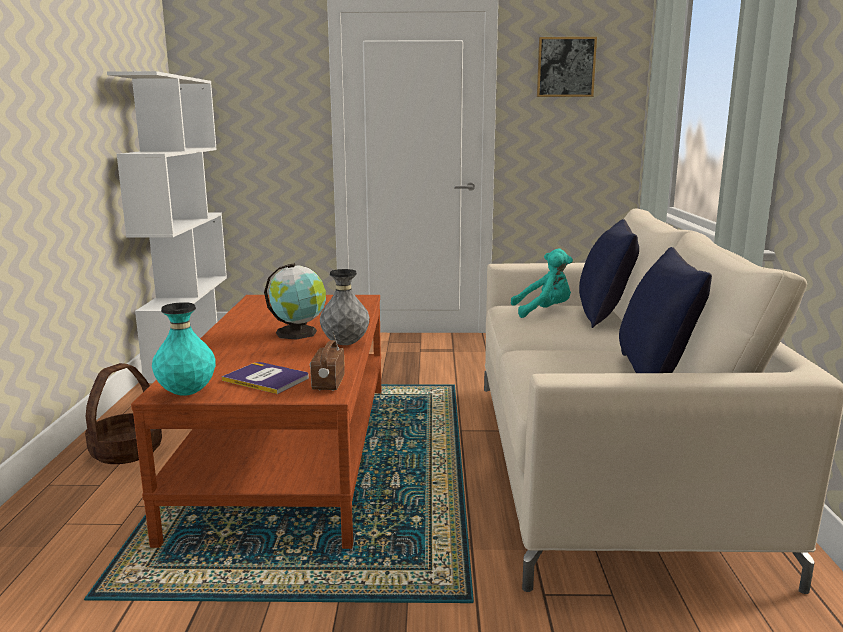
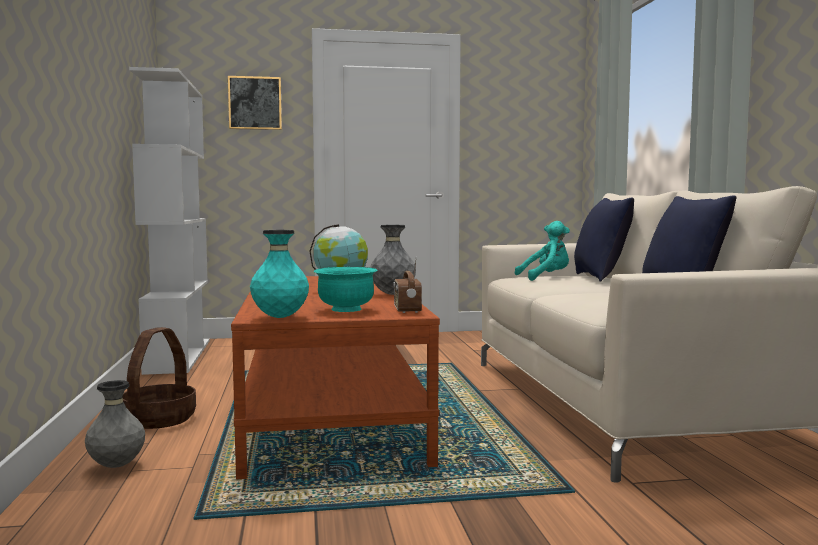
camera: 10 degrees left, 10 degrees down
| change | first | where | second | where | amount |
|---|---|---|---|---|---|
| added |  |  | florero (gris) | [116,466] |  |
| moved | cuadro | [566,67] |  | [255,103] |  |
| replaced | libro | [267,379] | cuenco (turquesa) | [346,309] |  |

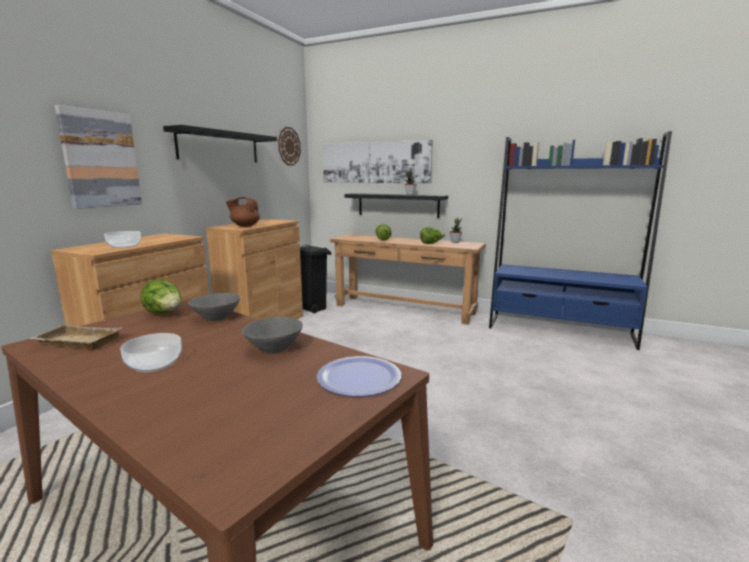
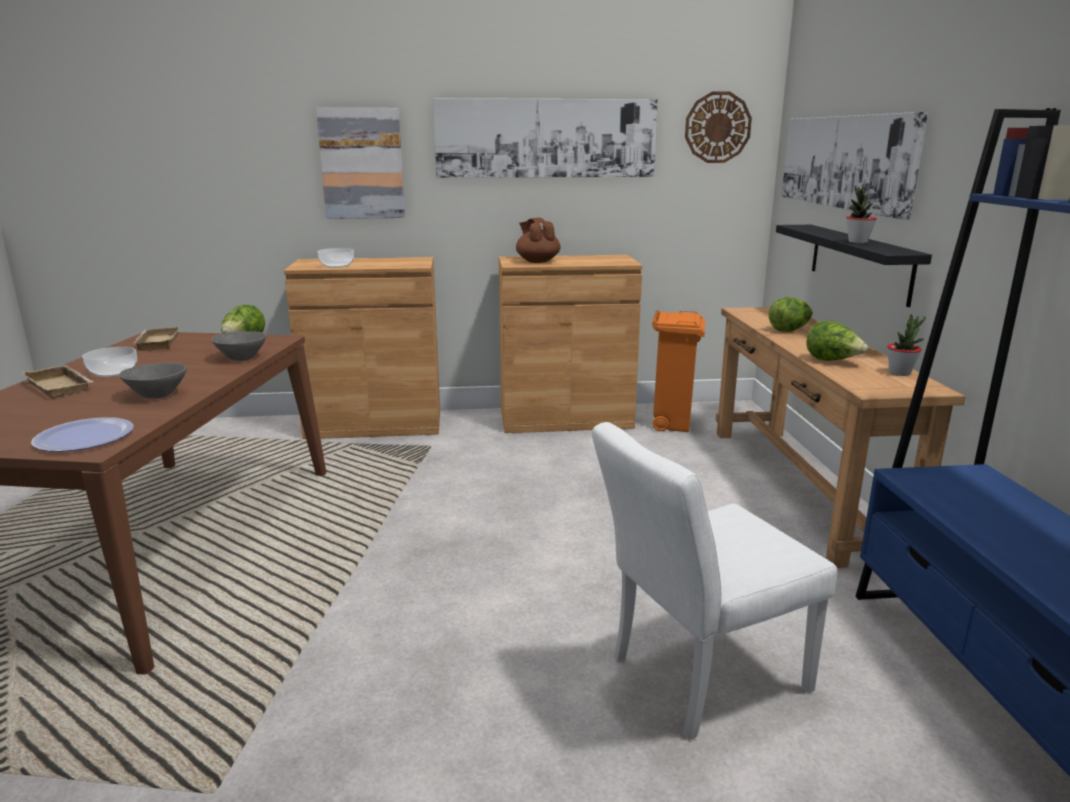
camera: 60 degrees right, 5 degrees up
| change | first | where | second | where | amount |
|---|---|---|---|---|---|
| added |  |  | bandeja (beis) | [62,386] |  |
| replaced | estante (negro) | [219,146] | cuadro | [546,138] |  |
| added |  |  | silla (blanco) | [696,678] |  |
| recoloured | papelera (negro) | [312,309] | papelera (naranja) | [672,424] |  |

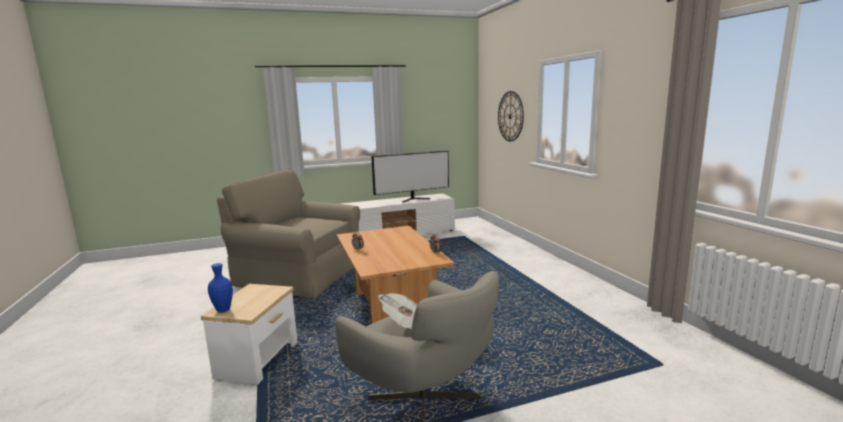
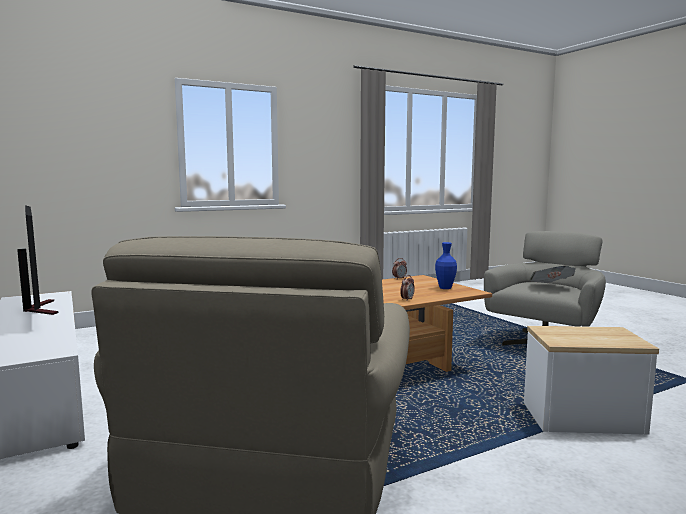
camera: 100 degrees left, 5 degrees down
| change | first | where | second | where | amount |
|---|---|---|---|---|---|
| moved | florero (azul) | [223,310] |  | [445,288] |  |
| removed | reloj de pared | [510,116] |  |  |  |

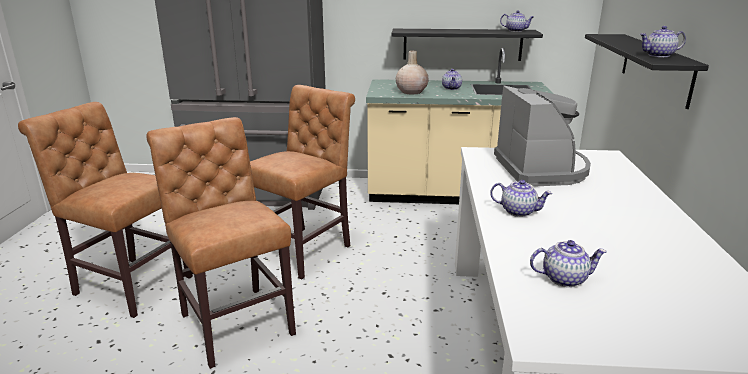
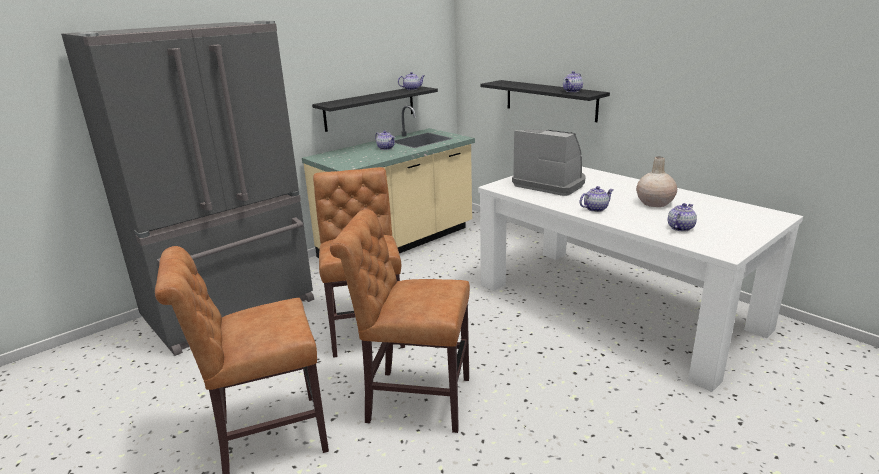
camera: 45 degrees left, 0 degrees up
| change | first | where | second | where | amount |
|---|---|---|---|---|---|
| moved | florero (beis) | [411,92] |  | [654,203] |  |

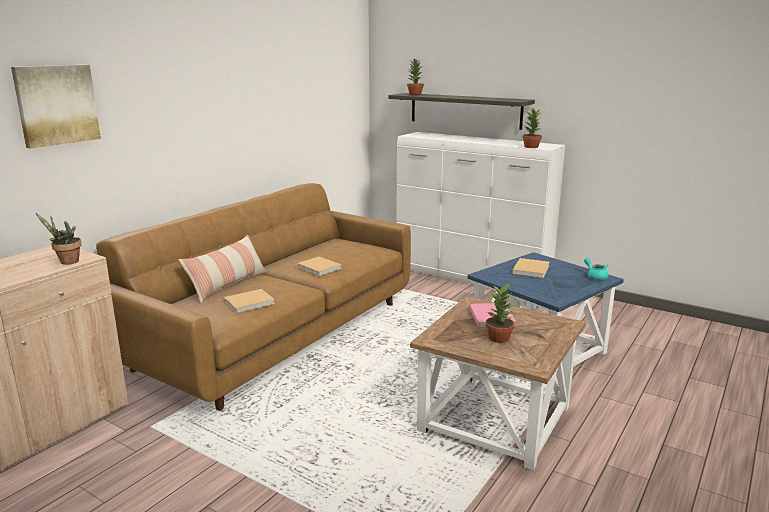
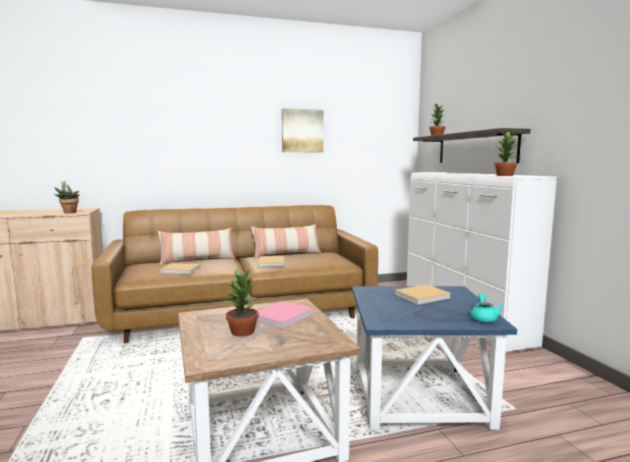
camera: 40 degrees right, 10 degrees down
| change | first | where | second | where | amount |
|---|---|---|---|---|---|
| added |  |  | cojín | [286,254] |  |
| moved | cuadro | [56,105] |  | [302,131] |  |

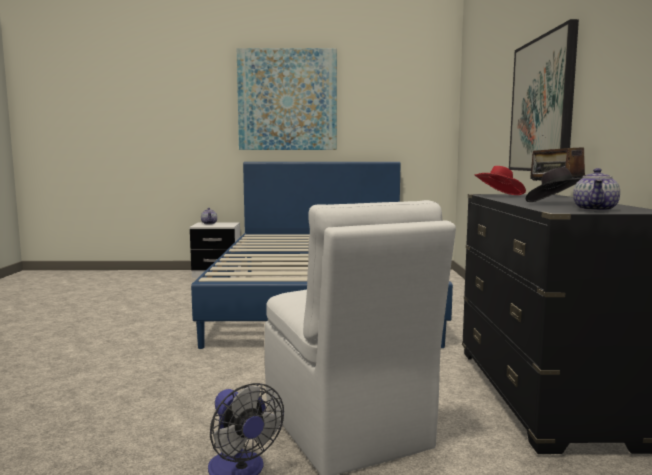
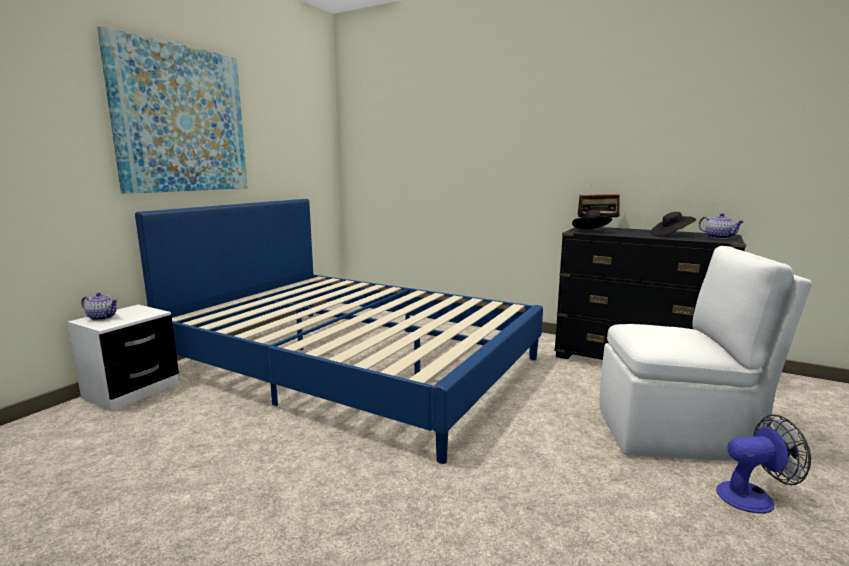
camera: 60 degrees left, 5 degrees up
| change | first | where | second | where | amount |
|---|---|---|---|---|---|
| recoloured | sombrero (rojo) | [499,195] | sombrero (negro) | [591,232] |  |
| removed | cuadro | [542,105] |  |  |  |

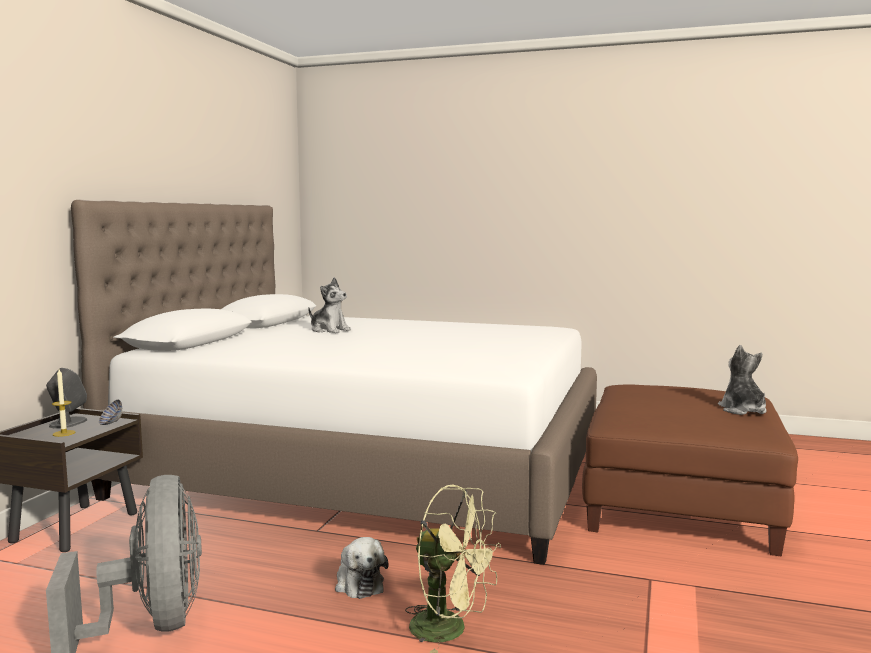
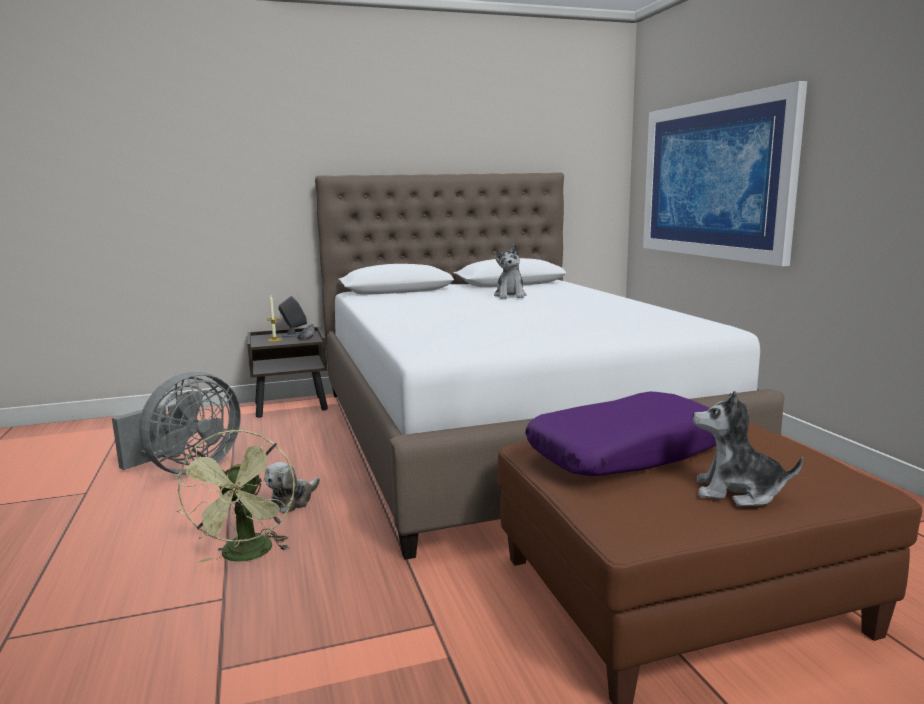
camera: 55 degrees right, 5 degrees up
| change | first | where | second | where | amount |
|---|---|---|---|---|---|
| added |  |  | cojín (morado) | [625,452] |  |
| added |  |  | cuadro | [714,179] |  |
| turned | peluche | [742,410] |  | [737,492] | 120 degrees counterclockwise |

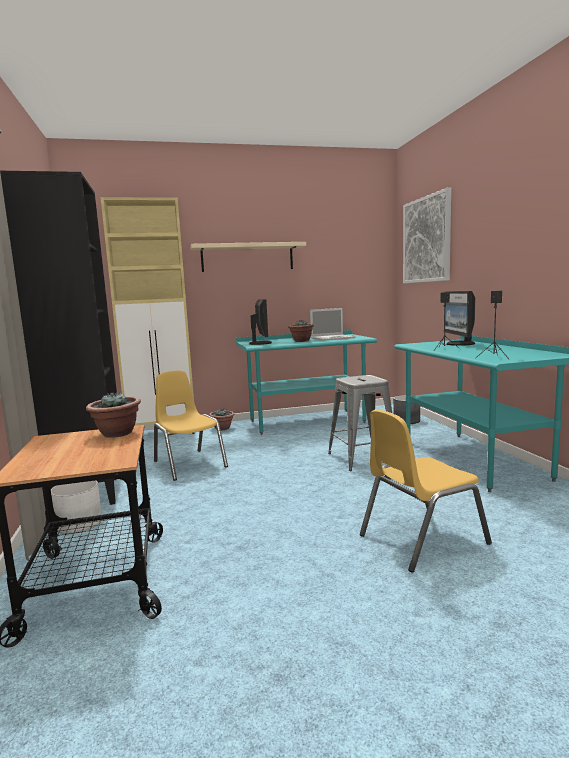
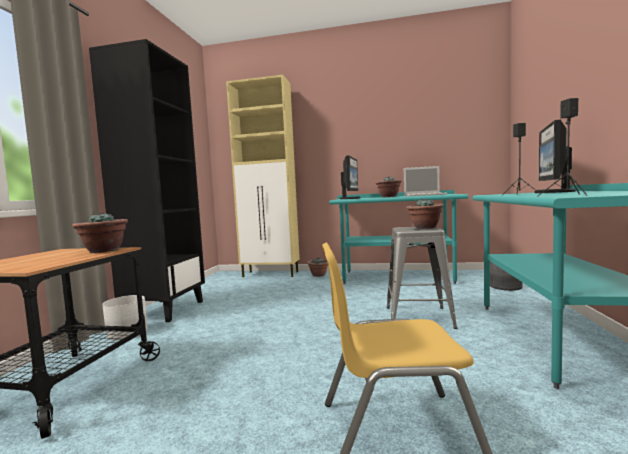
camera: 25 degrees right, 5 degrees down
| change | first | where | second | where | amount |
|---|---|---|---|---|---|
| added |  |  | planta en maceta | [425,227] |  |
| removed | silla (amarillo) | [189,464] |  |  |  |
| removed | estante (beis) | [247,257] |  |  |  |
| removed | cuadro | [426,240] |  |  |  |

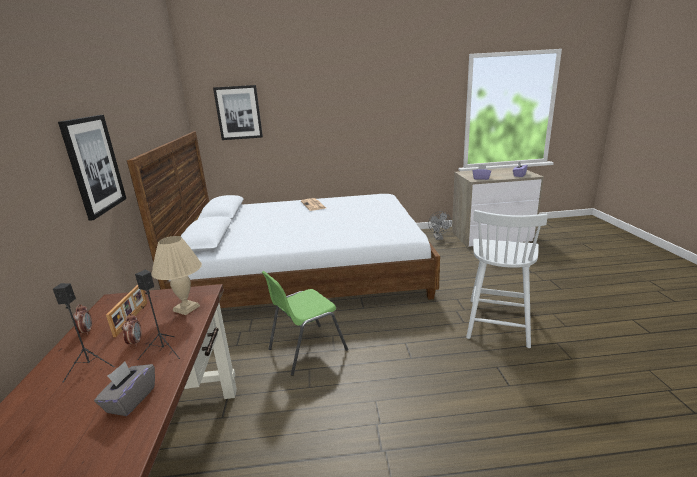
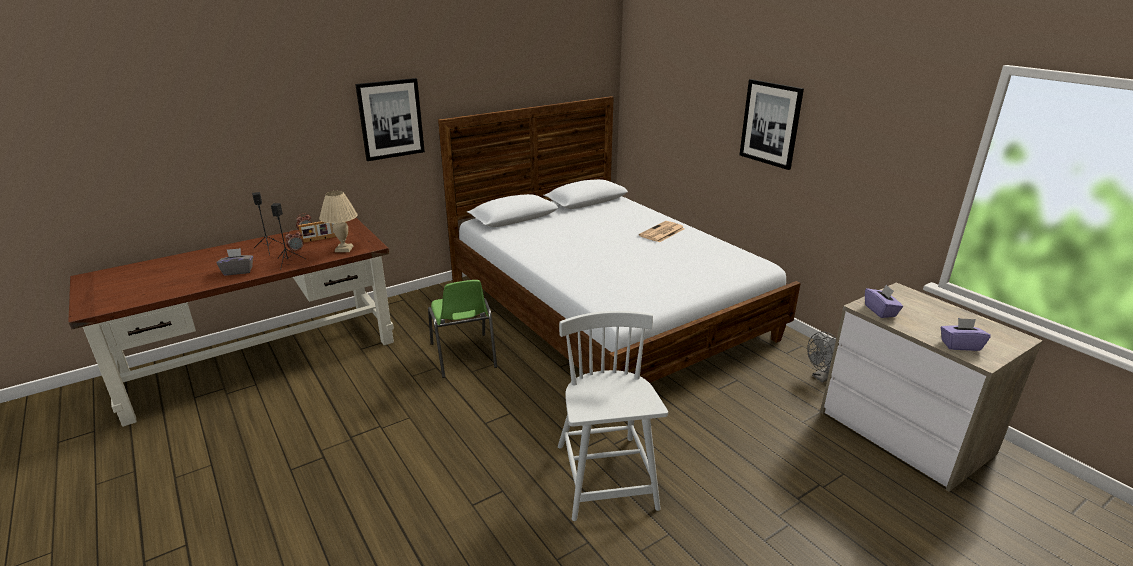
camera: 60 degrees right, 5 degrees up
| change | first | where | second | where | amount |
|---|---|---|---|---|---|
| turned | silla (verde) | [306,349] |  | [463,356] | 135 degrees counterclockwise |
| turned | silla (blanco) | [498,321] |  | [606,478] | 90 degrees clockwise |
| moved | cuadro | [238,113] |  | [770,123] |  |

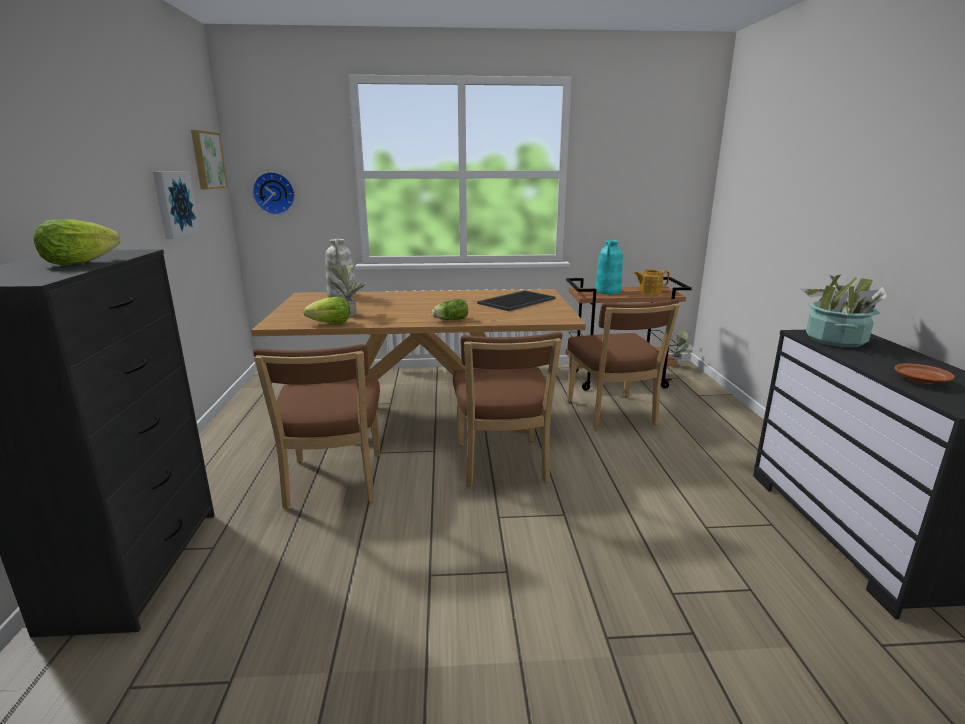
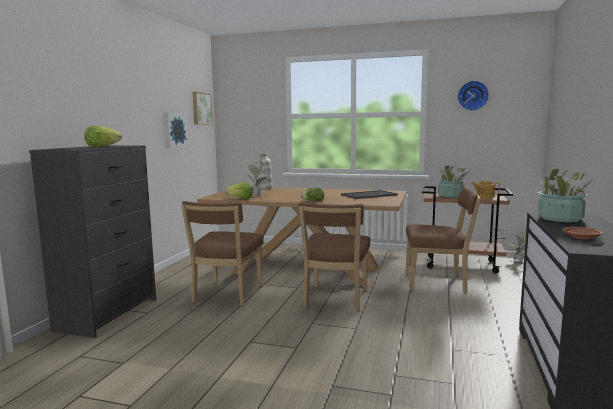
camera: 20 degrees right, 10 degrees down
| change | first | where | second | where | amount |
|---|---|---|---|---|---|
| turned | silla (marrón) | [612,414] |  | [438,283] | 90 degrees counterclockwise |
| replaced | florero (turquesa) | [608,291] | planta en maceta | [450,196] |  |
| moved | reloj de pared | [274,193] |  | [472,96] |  |

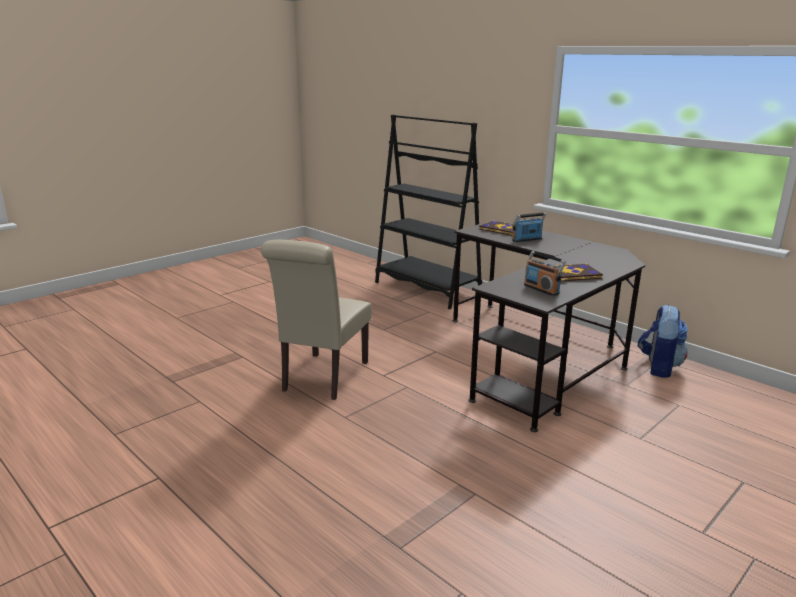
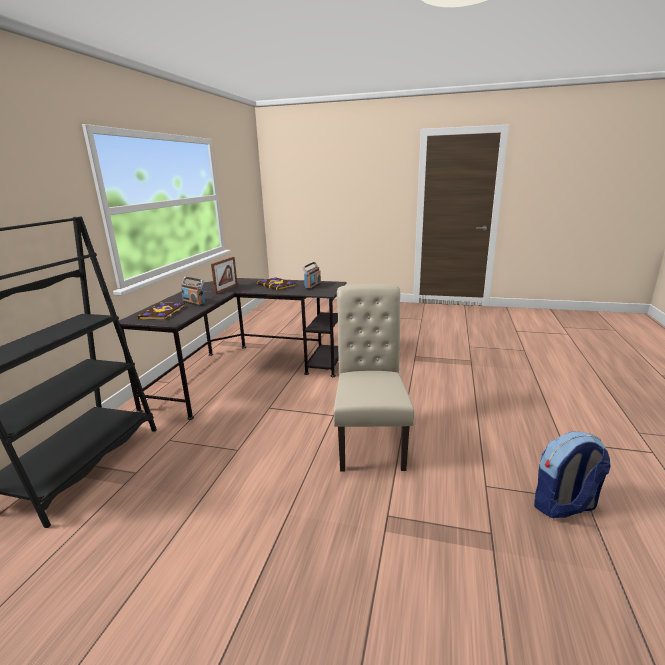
camera: 120 degrees left, 0 degrees up
| change | first | where | second | where | amount |
|---|---|---|---|---|---|
| added |  |  | portarretratos | [226,289] |  |
| turned | silla (beis) | [322,378] |  | [370,439] | 75 degrees counterclockwise |
| moved | mochila | [658,367] |  | [564,506] |  |

